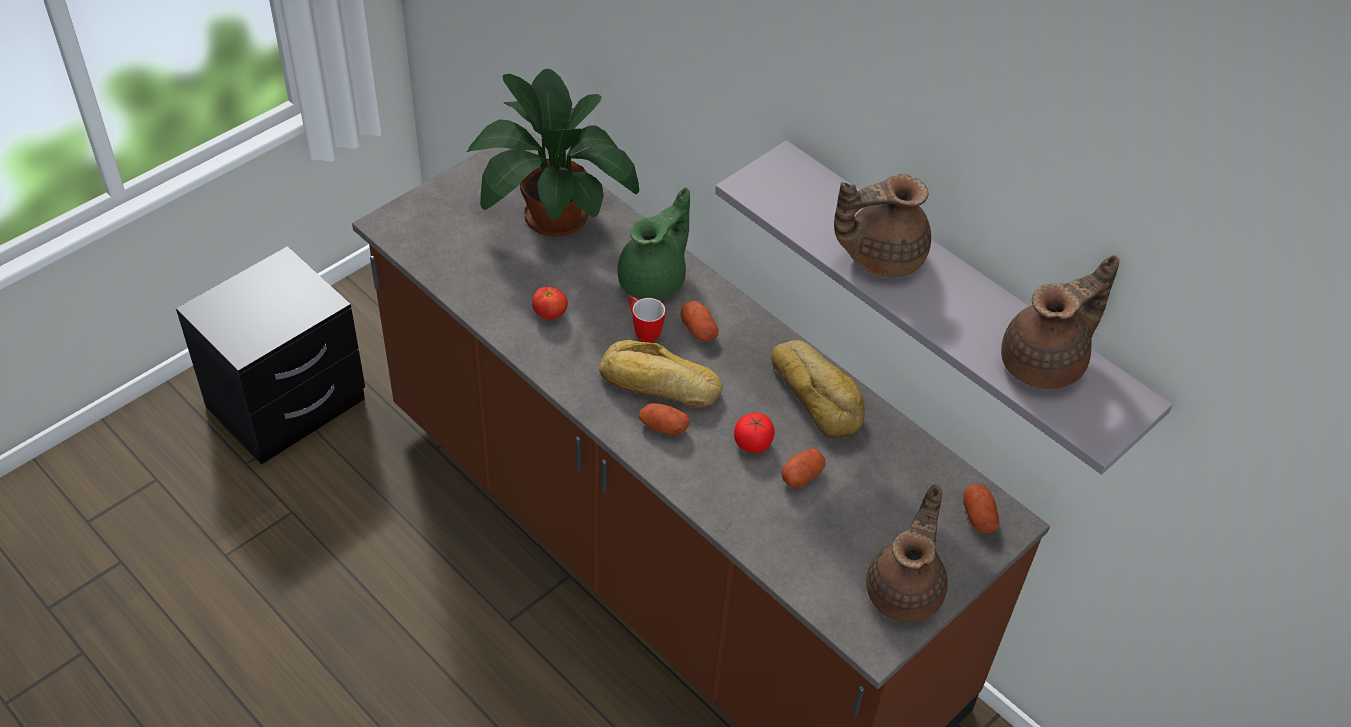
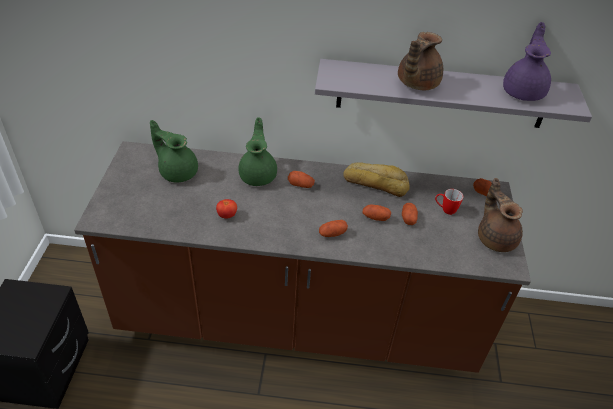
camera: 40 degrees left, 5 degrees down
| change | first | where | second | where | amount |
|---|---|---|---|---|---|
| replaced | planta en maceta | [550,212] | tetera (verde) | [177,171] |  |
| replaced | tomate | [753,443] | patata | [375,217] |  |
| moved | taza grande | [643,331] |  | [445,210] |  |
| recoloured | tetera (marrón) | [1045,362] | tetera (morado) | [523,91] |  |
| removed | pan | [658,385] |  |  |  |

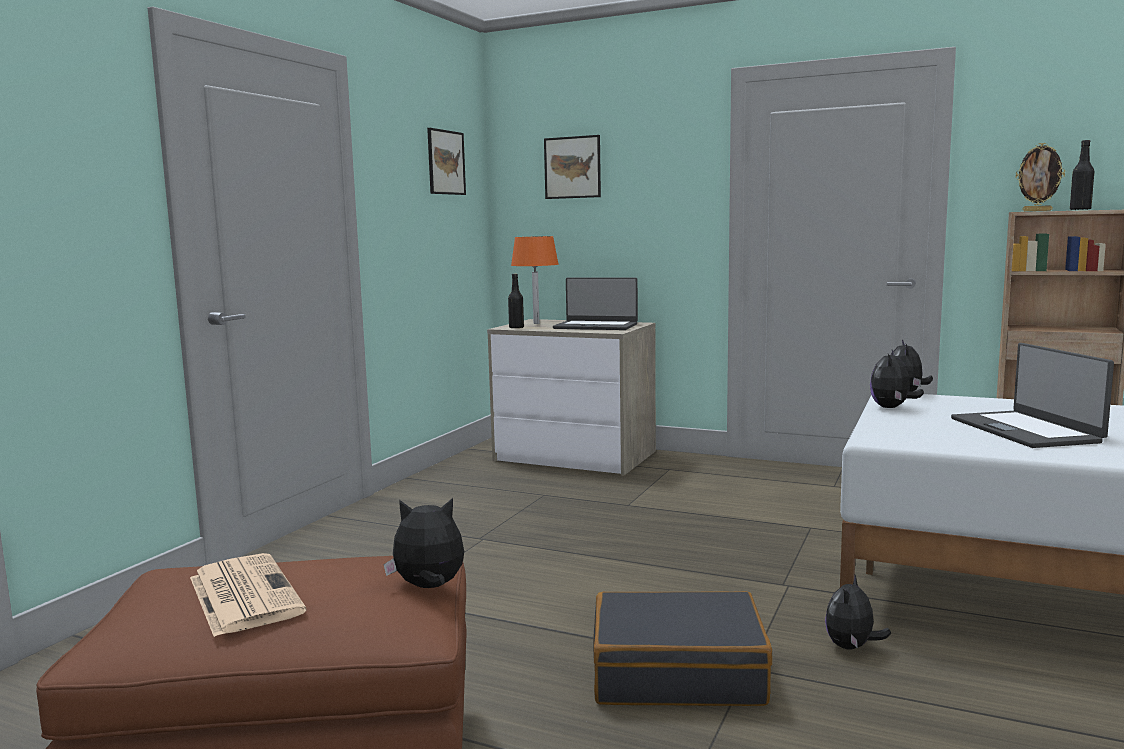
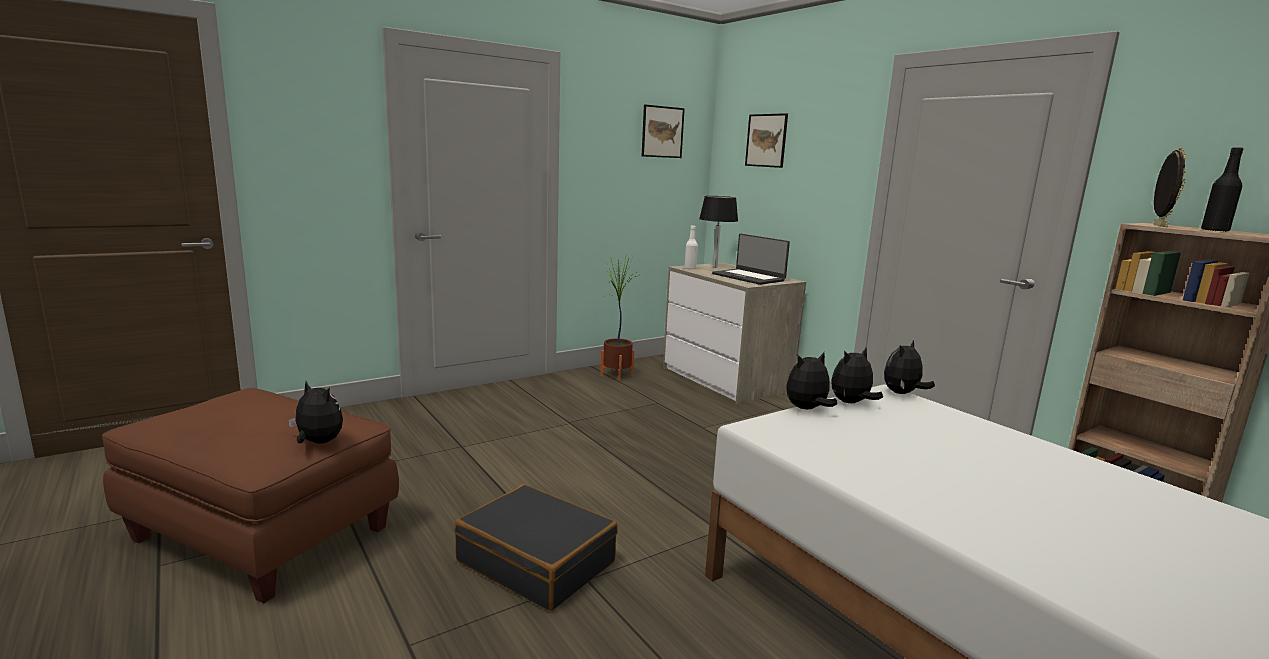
camera: 30 degrees right, 5 degrees up
| change | first | where | second | where | amount |
|---|---|---|---|---|---|
| added |  |  | planta en maceta | [616,375] |  |
| recoloured | botella (negro) | [516,327] | botella (blanco) | [690,268] |  |
| recoloured | lámpara de mesa (naranja) | [536,323] | lámpara de mesa (negro) | [715,267] |  |
| moved | peluche | [852,647] |  | [807,409] |  |
| turned | portarretratos | [1037,211] |  | [1158,226] | 135 degrees counterclockwise |
| removed | periódico | [243,594] |  |  |  |
| removed | portátil | [1026,430] |  |  |  |

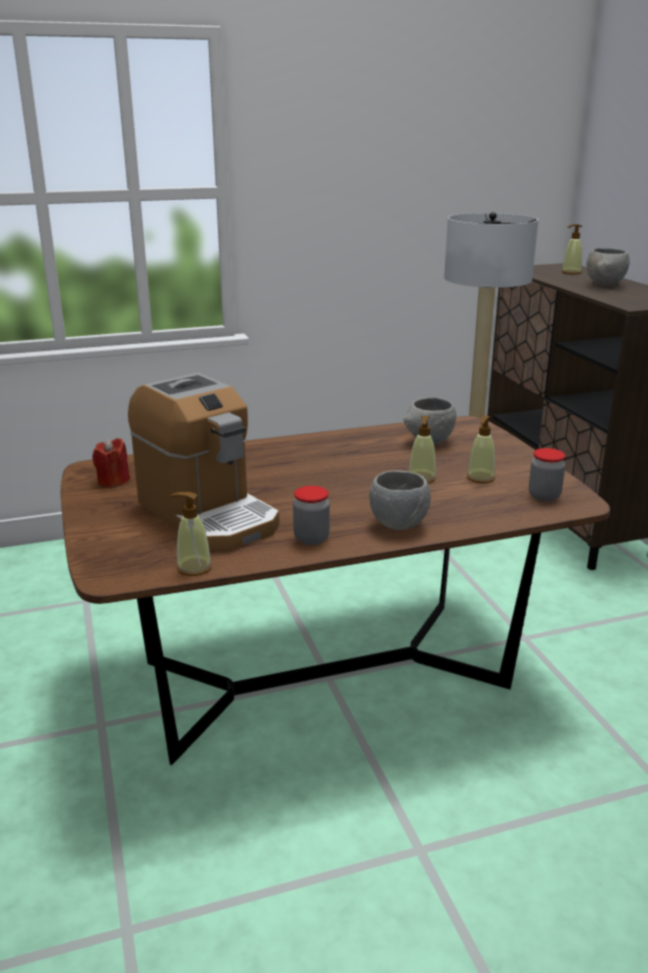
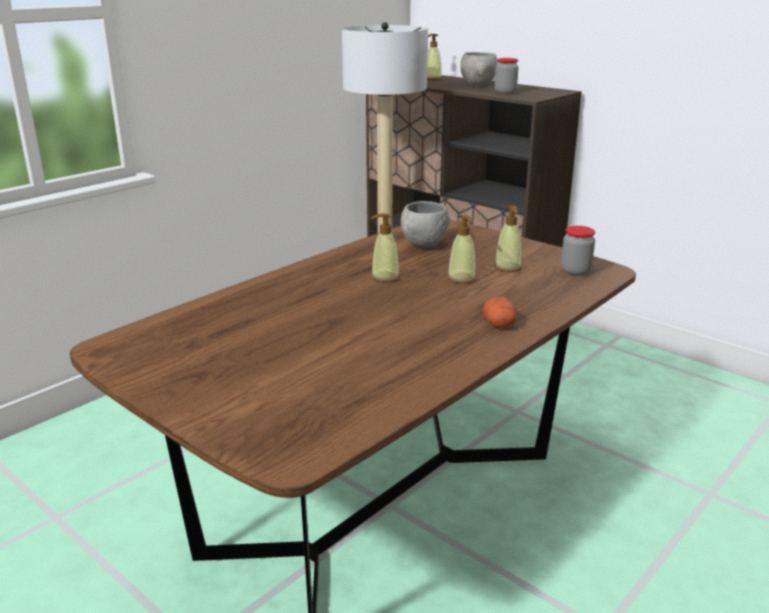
camera: 30 degrees left, 0 degrees up
| change | first | where | second | where | amount |
|---|---|---|---|---|---|
| moved | dispensador de jabón | [193,568] |  | [385,277] |  |
| replaced | cuenco (gris) | [399,525] | patata | [500,324] |  |
| moved | tarro | [311,539] |  | [505,92] |  |
| removed | vela (rojo) | [113,481] |  |  |  |
| removed | cafetera | [208,514] |  |  |  |

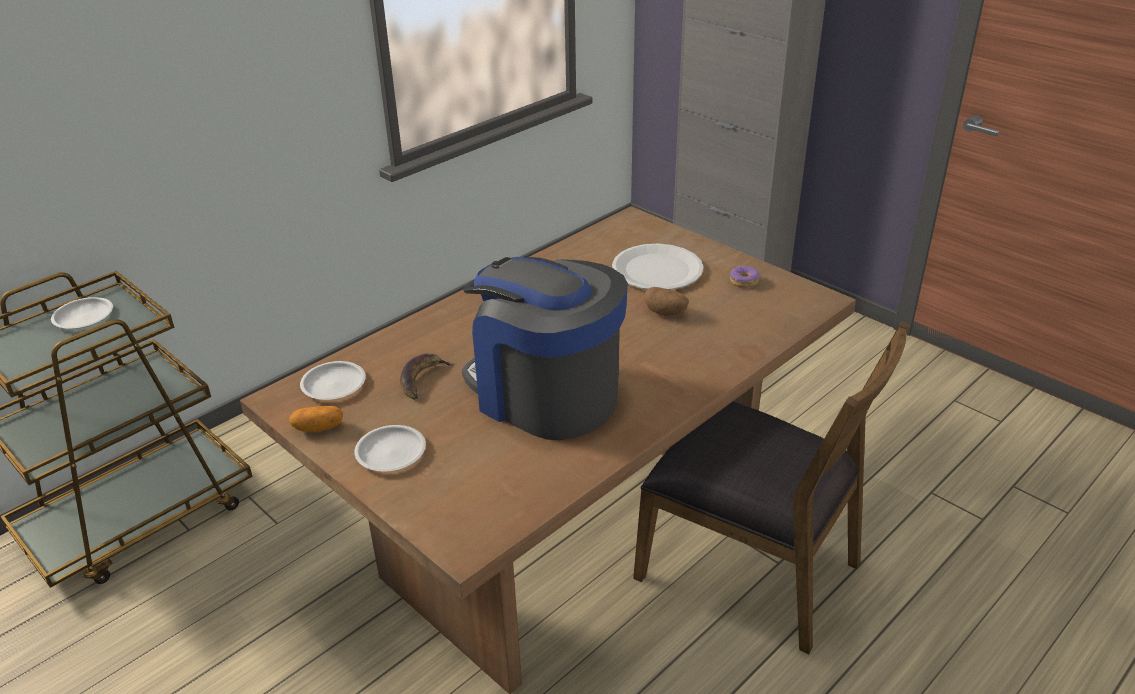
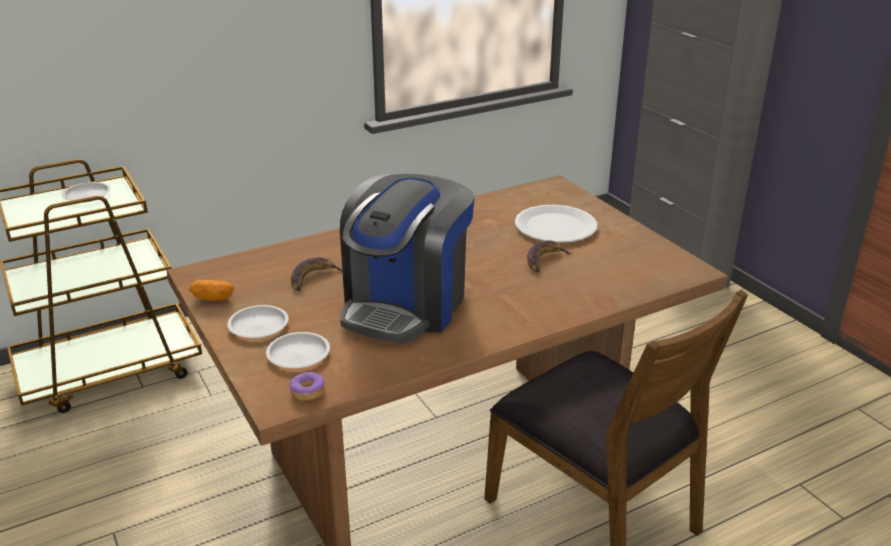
camera: 15 degrees right, 5 degrees down
| change | first | where | second | where | amount |
|---|---|---|---|---|---|
| moved | plato (blanco) | [333,385] |  | [298,354] |  |
| moved | rosquilla | [743,281] |  | [307,392] |  |
| turned | cafetera | [545,394] |  | [406,305] | 120 degrees counterclockwise |
| replaced | patata | [665,313] | plátano | [544,260] |  |

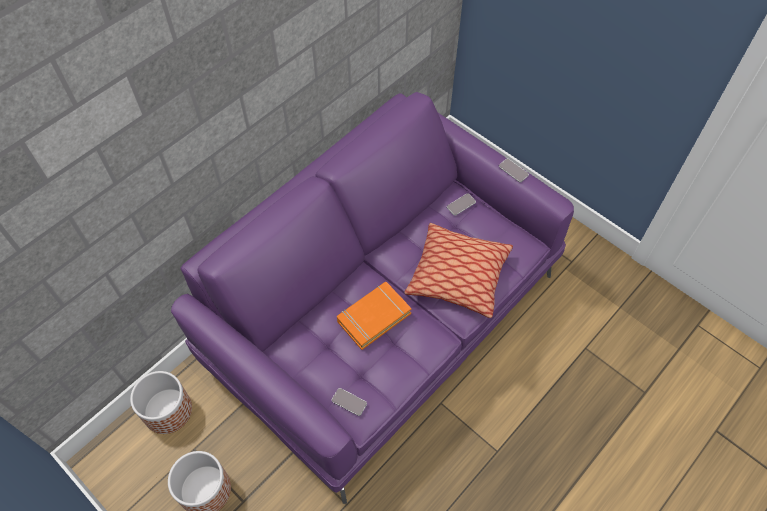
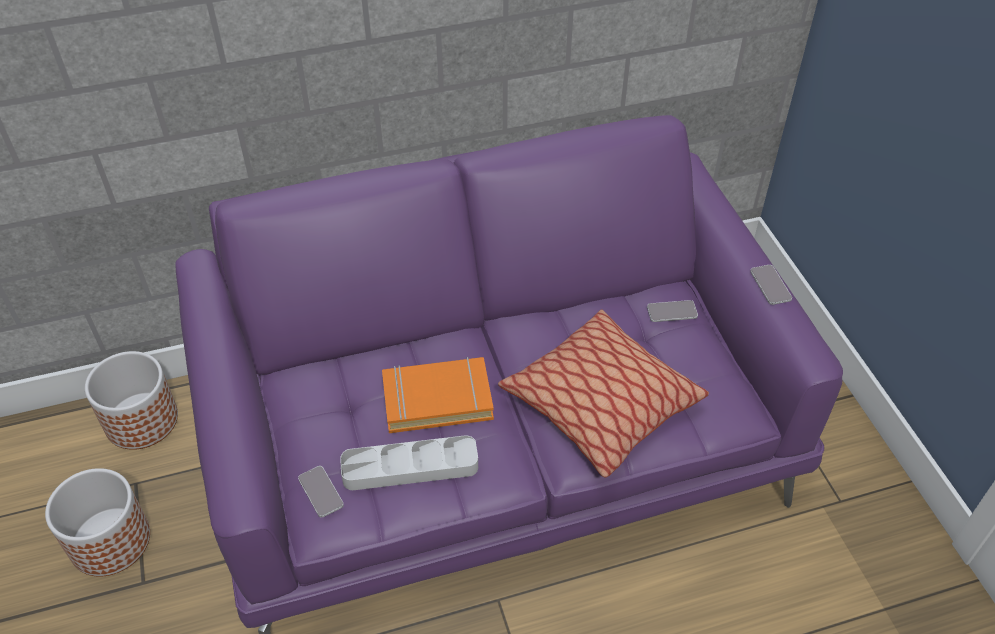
camera: 30 degrees right, 10 degrees down
| change | first | where | second | where | amount |
|---|---|---|---|---|---|
| added |  |  | bandeja (gris) | [410,467] |  |

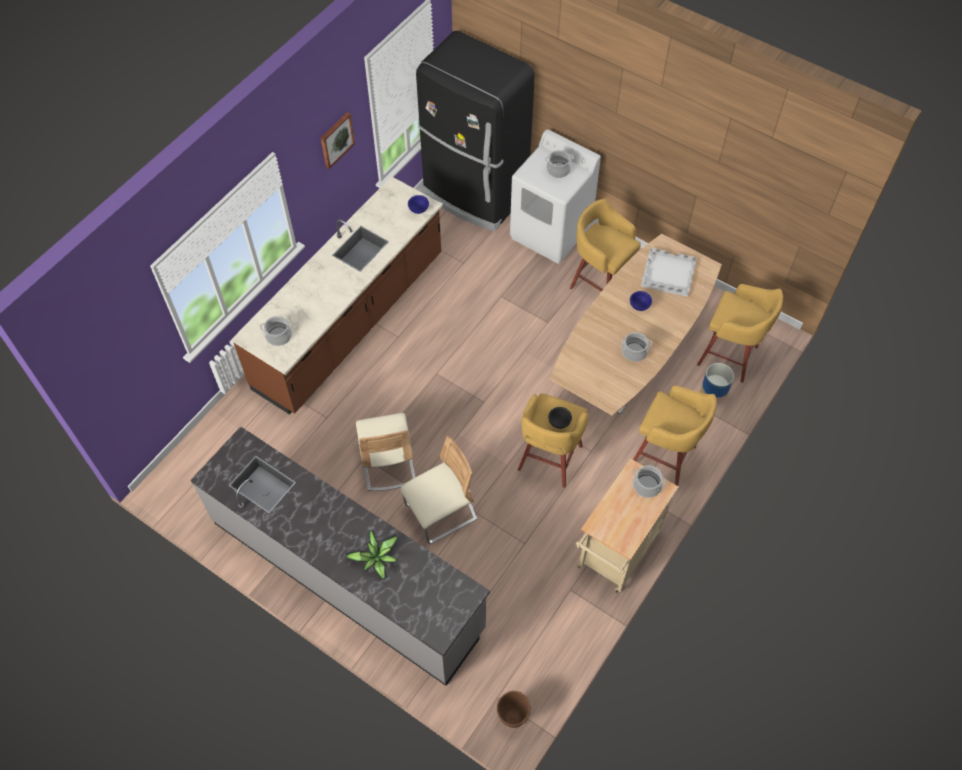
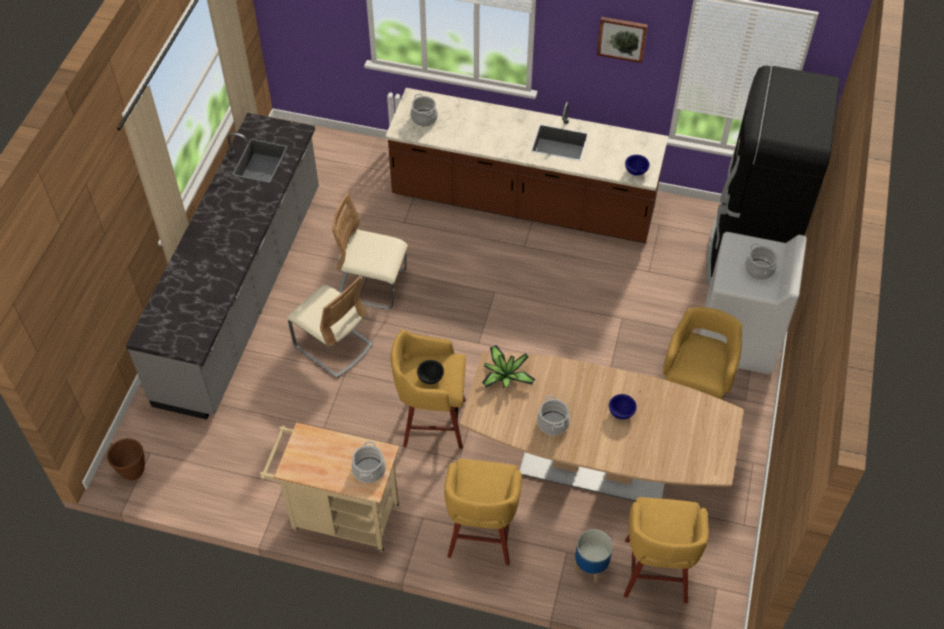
camera: 70 degrees right, 5 degrees down
| change | first | where | second | where | amount |
|---|---|---|---|---|---|
| turned | silla (beis) | [387,463] |  | [372,285] | 45 degrees clockwise |
| moved | planta en maceta | [377,559] |  | [505,376] |  |
| removed | bandeja (blanco) | [667,273] |  |  |  |

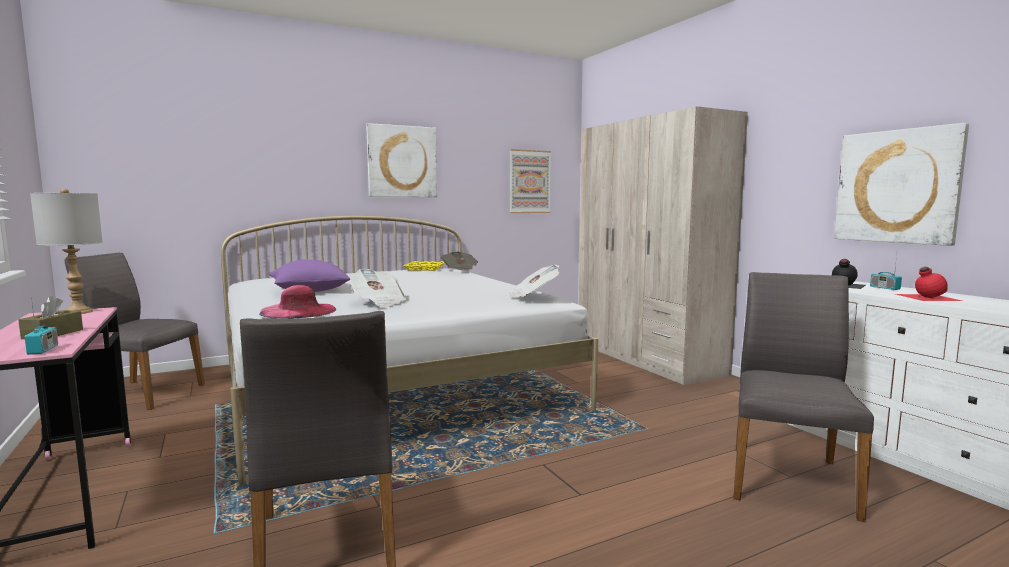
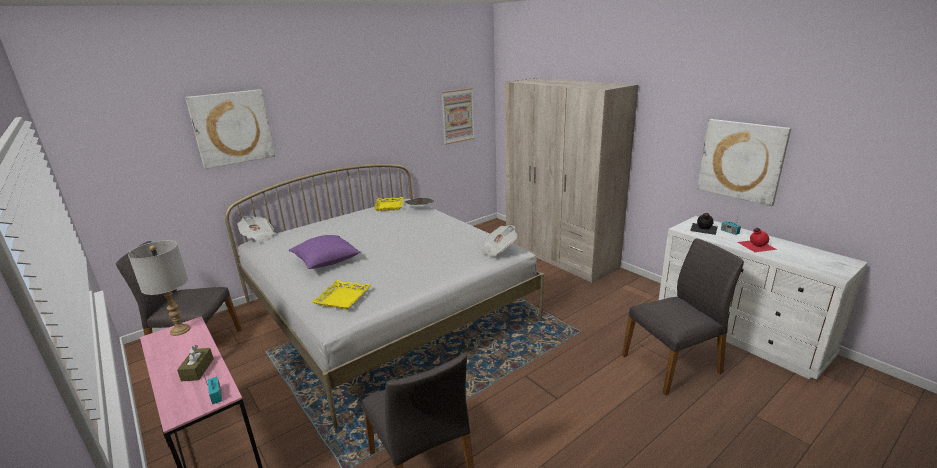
camera: 10 degrees left, 15 degrees up
| change | first | where | second | where | amount |
|---|---|---|---|---|---|
| moved | cuadro | [402,161] |  | [232,128] |  |
| moved | periódico | [378,303] |  | [258,237] |  |
| replaced | sombrero (rosa) | [298,311] | bandeja (amarillo) | [343,298] |  |
| turned | silla (gris) | [788,478] |  | [673,364] | 60 degrees clockwise |

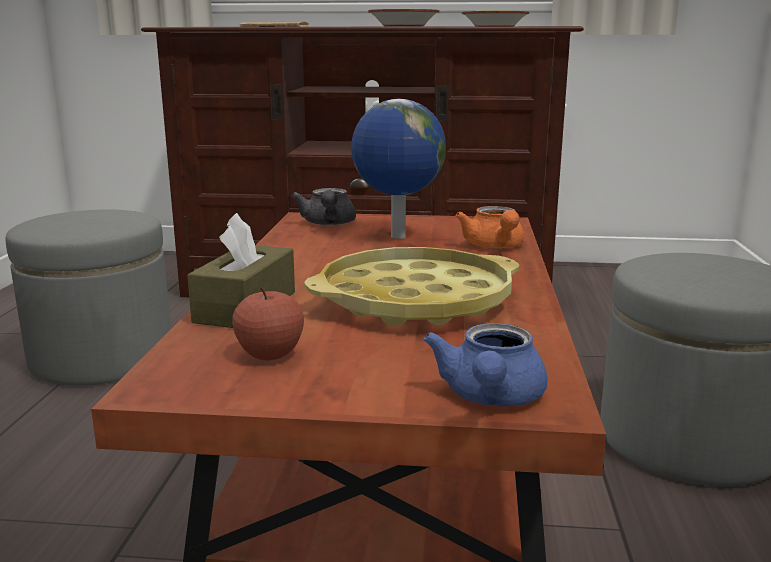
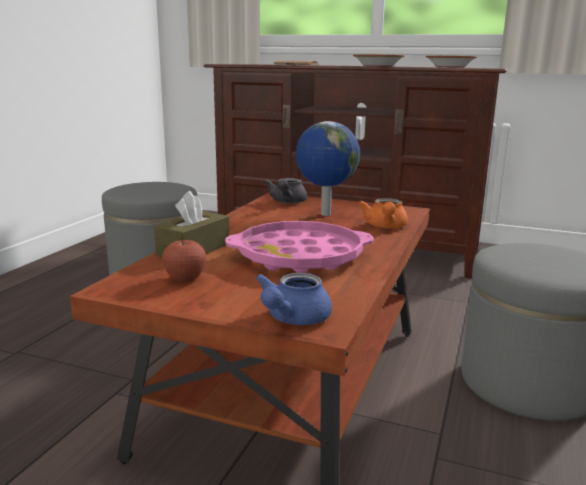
camera: 15 degrees right, 0 degrees up
| change | first | where | second | where | amount |
|---|---|---|---|---|---|
| recoloured | bandeja (amarillo) | [415,300] | bandeja (rosa) | [300,256] |  |

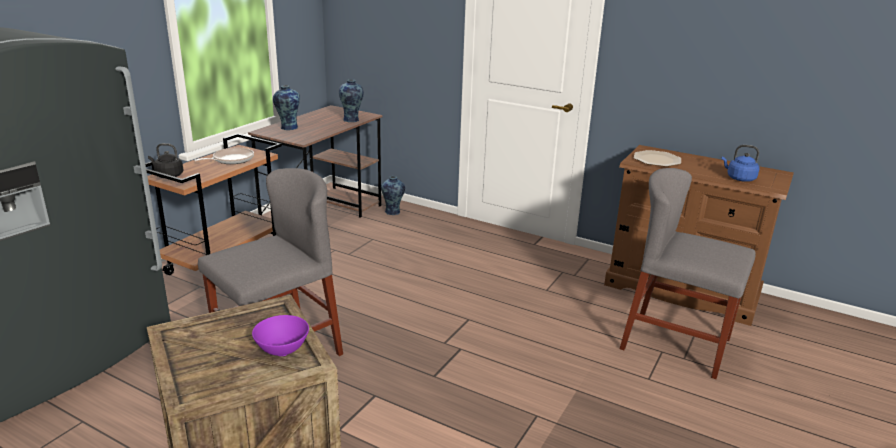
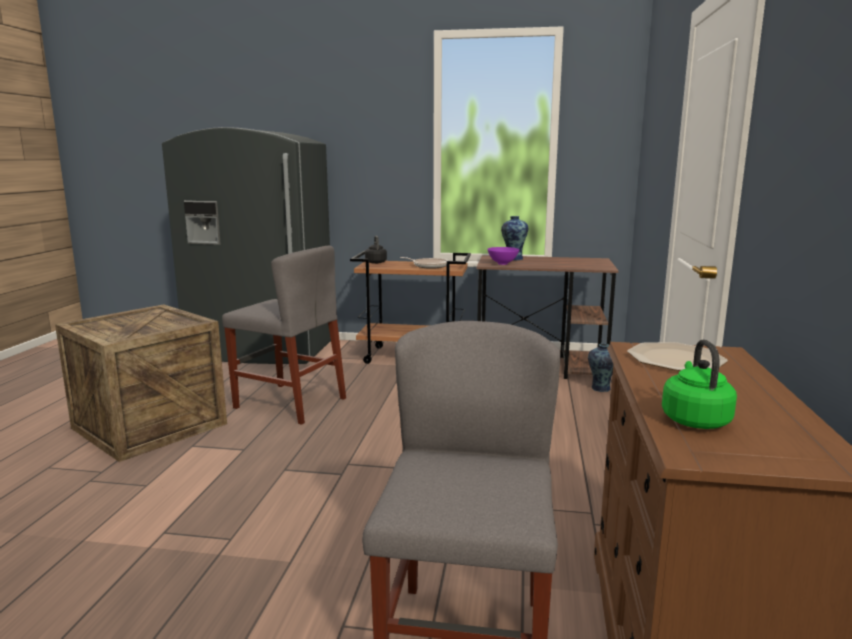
camera: 70 degrees right, 10 degrees down
| change | first | where | second | where | amount |
|---|---|---|---|---|---|
| moved | cuenco (morado) | [283,351] |  | [503,264] |  |
| recoloured | hervidor (azul) | [739,178] | hervidor (verde) | [694,419] |  |
| removed | florero | [352,120] |  |  |  |

